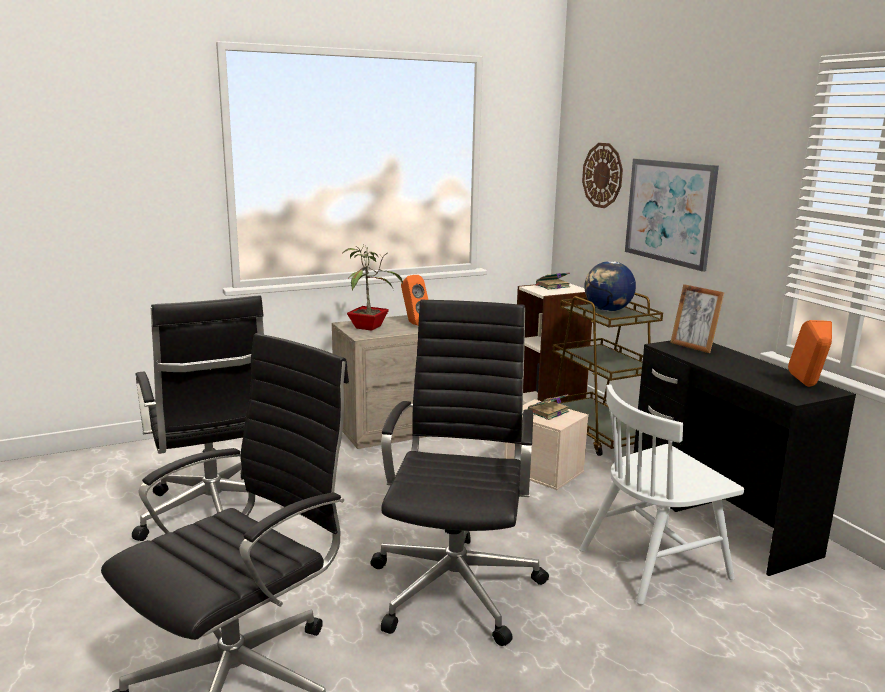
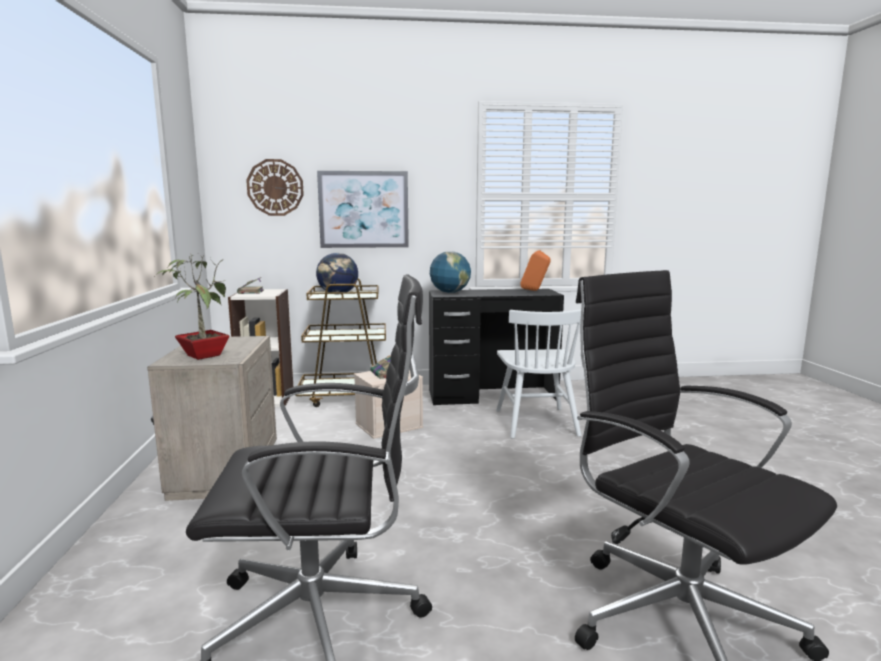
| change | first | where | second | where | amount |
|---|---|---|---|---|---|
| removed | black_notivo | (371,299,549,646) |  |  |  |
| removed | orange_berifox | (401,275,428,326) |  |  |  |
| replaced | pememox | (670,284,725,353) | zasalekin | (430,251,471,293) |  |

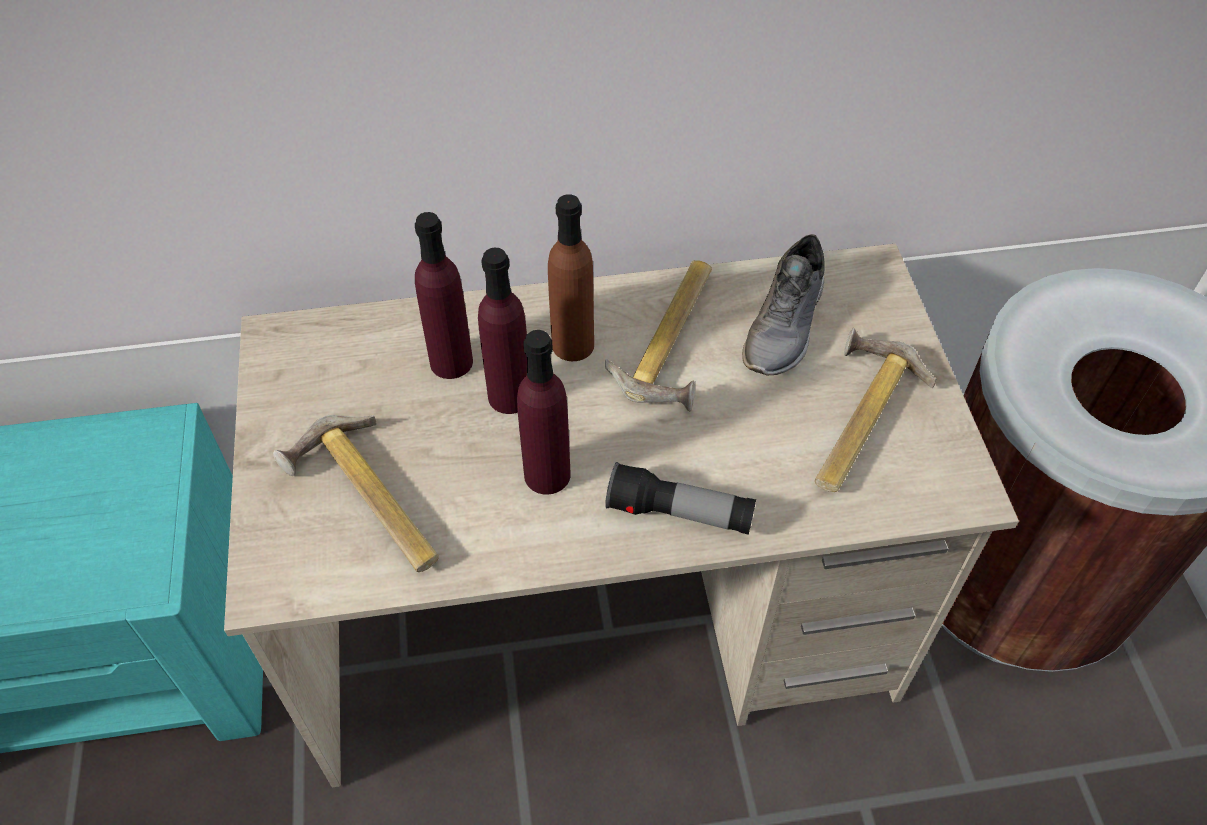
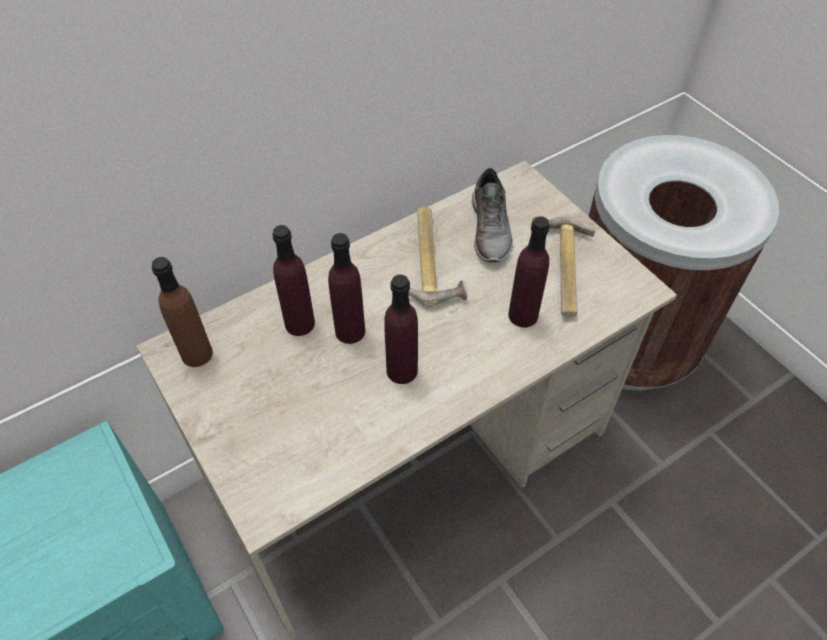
| change | first | where | second | where | amount |
|---|---|---|---|---|---|
| removed | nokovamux | (273,415,439,572) |  |  |  |
| removed | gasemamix | (605,462,756,535) |  |  |  |
| added |  |  | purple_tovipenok | (508,216,550,328) |  |
| moved | brown_tovipenok | (548,194,594,361) |  | (152,257,213,367) |  |

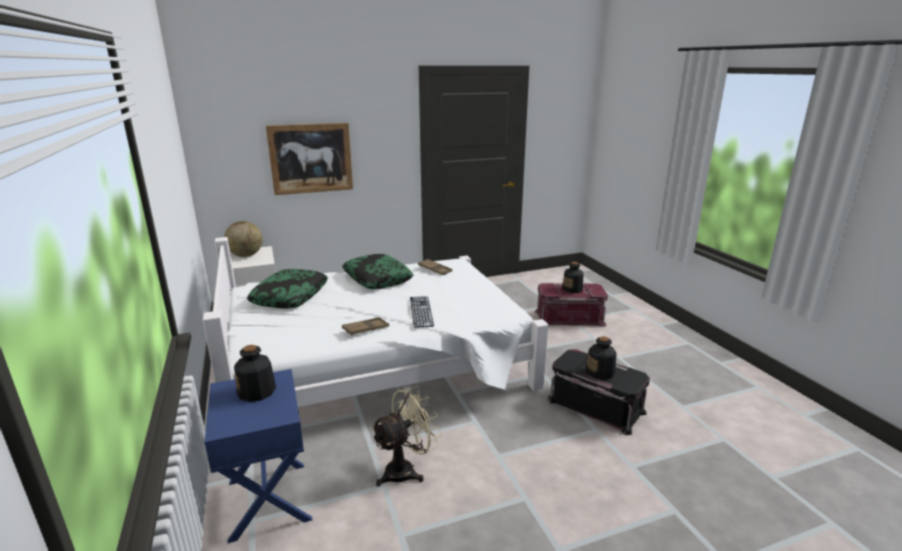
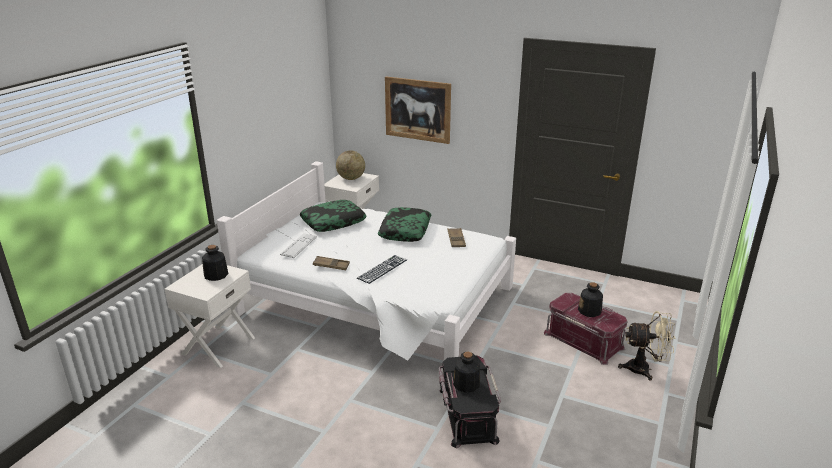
| change | first | where | second | where | amount |
|---|---|---|---|---|---|
| added |  |  | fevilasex | (280,233,317,258) |  |
| moved | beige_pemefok | (371,386,443,487) |  | (618,311,676,381) |  |
| recoloured | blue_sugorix | (204,369,312,544) | white_sugorix | (164,264,255,368) |  |

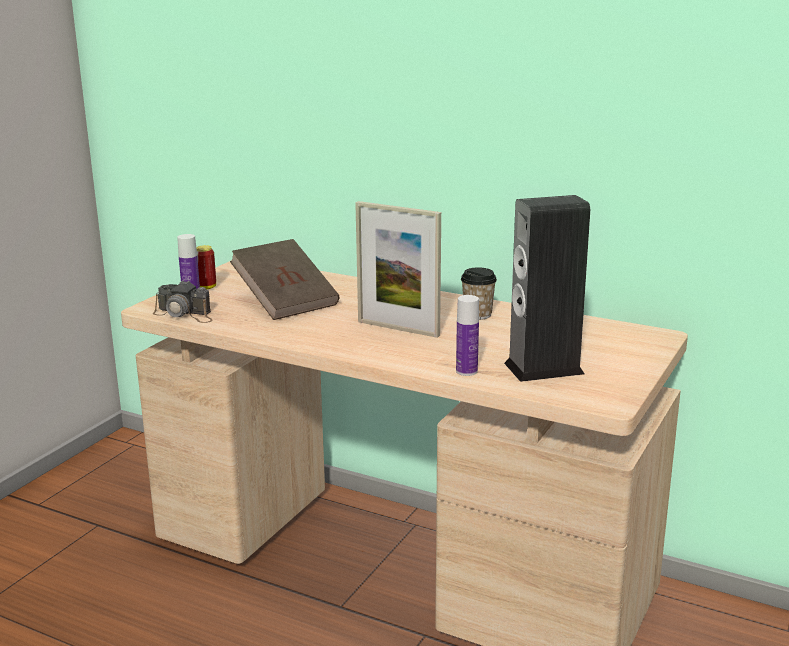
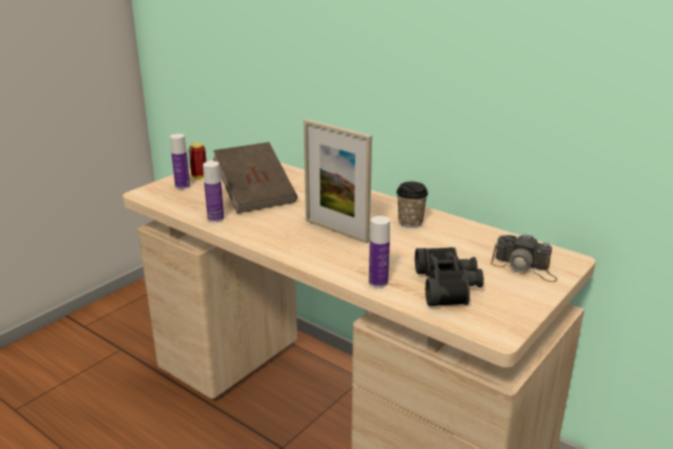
| change | first | where | second | where | amount |
|---|---|---|---|---|---|
| added |  |  | tovipenok | (203,161,224,222) |  |
| moved | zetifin | (153,280,212,323) |  | (491,233,558,282) |  |
| replaced | berifox | (504,195,590,382) | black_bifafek | (415,247,484,306) |  |

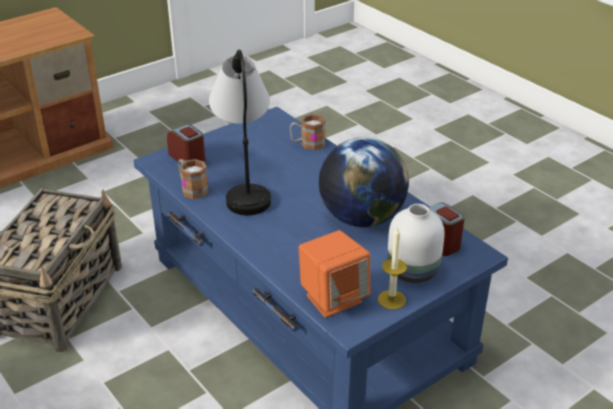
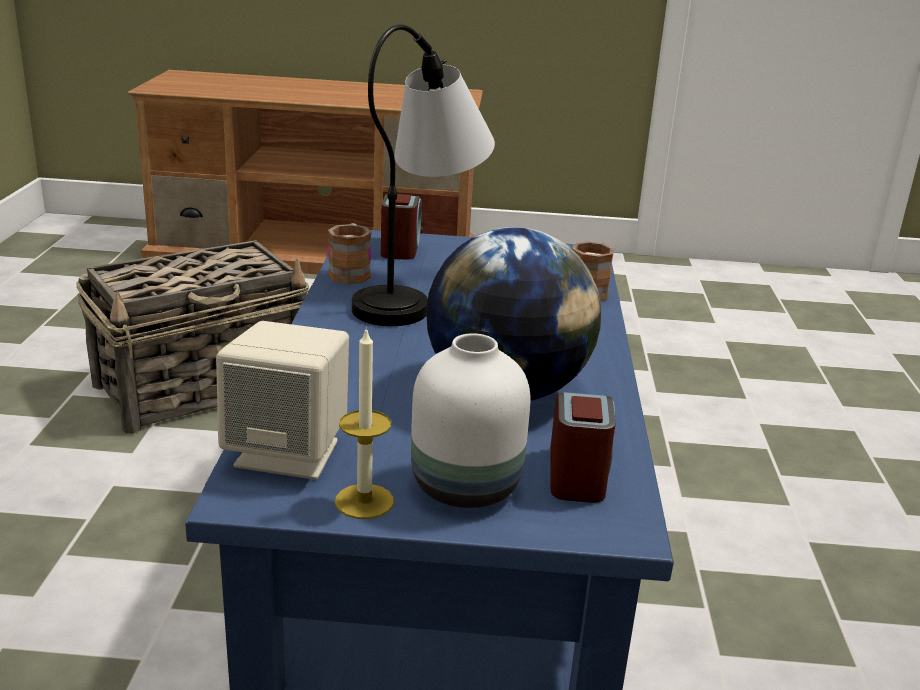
| change | first | where | second | where | amount |
|---|---|---|---|---|---|
| recoloured | orange_berifox | (299,230,370,318) | beige_berifox | (216,321,349,480) |  |

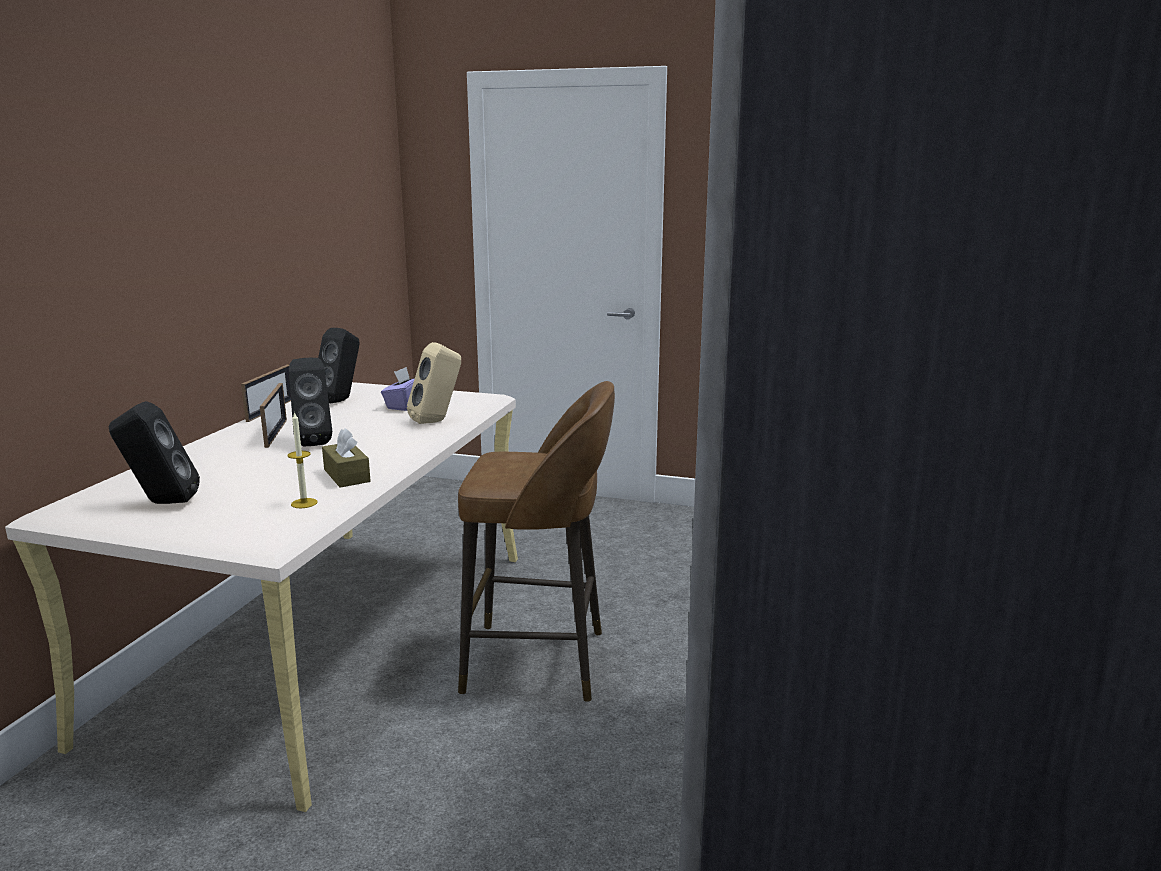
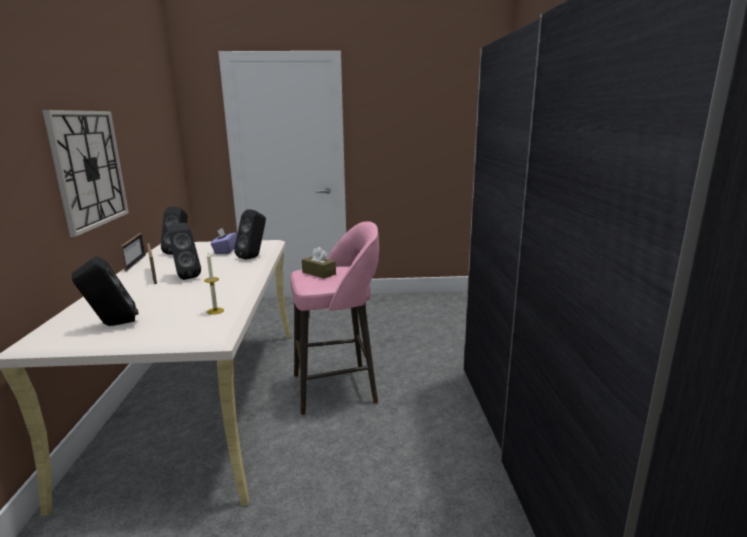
| change | first | where | second | where | amount |
|---|---|---|---|---|---|
| added |  |  | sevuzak | (42,110,129,237) |  |
| moved | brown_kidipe | (322,428,371,488) |  | (302,247,336,279) |  |
| recoloured | beige_berifox | (407,342,461,424) | black_berifox | (234,209,266,259) |  |
| recoloured | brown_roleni | (458,381,615,702) | pink_roleni | (290,221,379,415) |  |

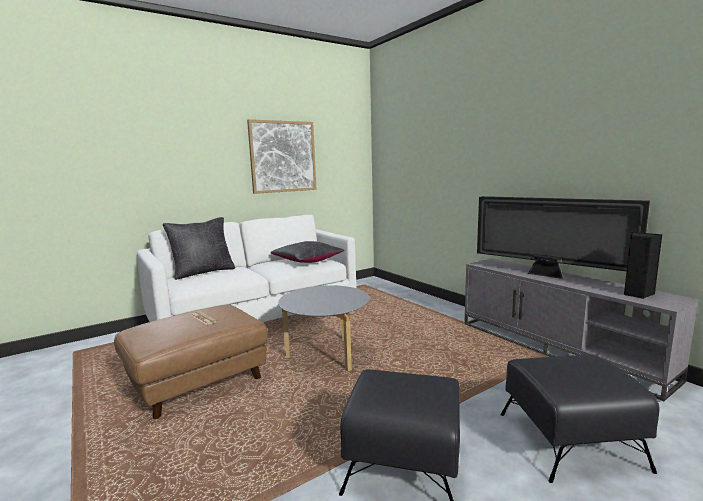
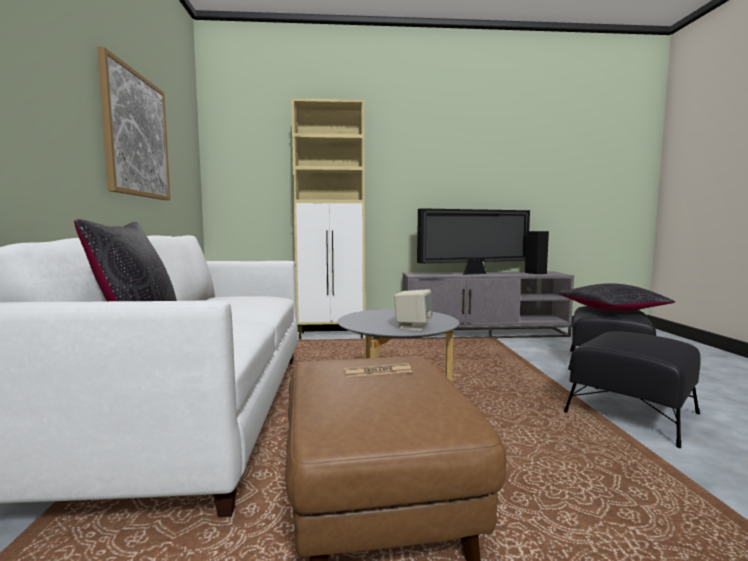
| change | first | where | second | where | amount |
|---|---|---|---|---|---|
| added |  |  | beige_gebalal | (291,98,365,340) |  |
| added |  |  | beige_berifox | (394,290,433,331) |  |
| moved | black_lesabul | (270,241,344,263) |  | (559,283,675,311) |  |

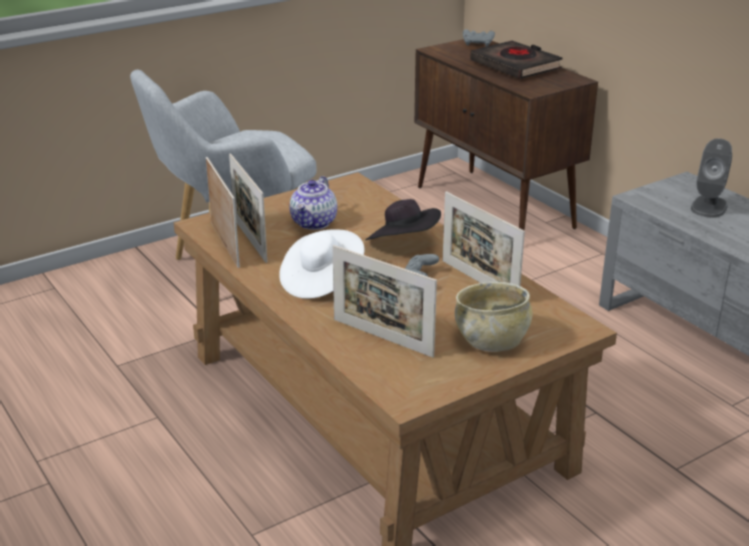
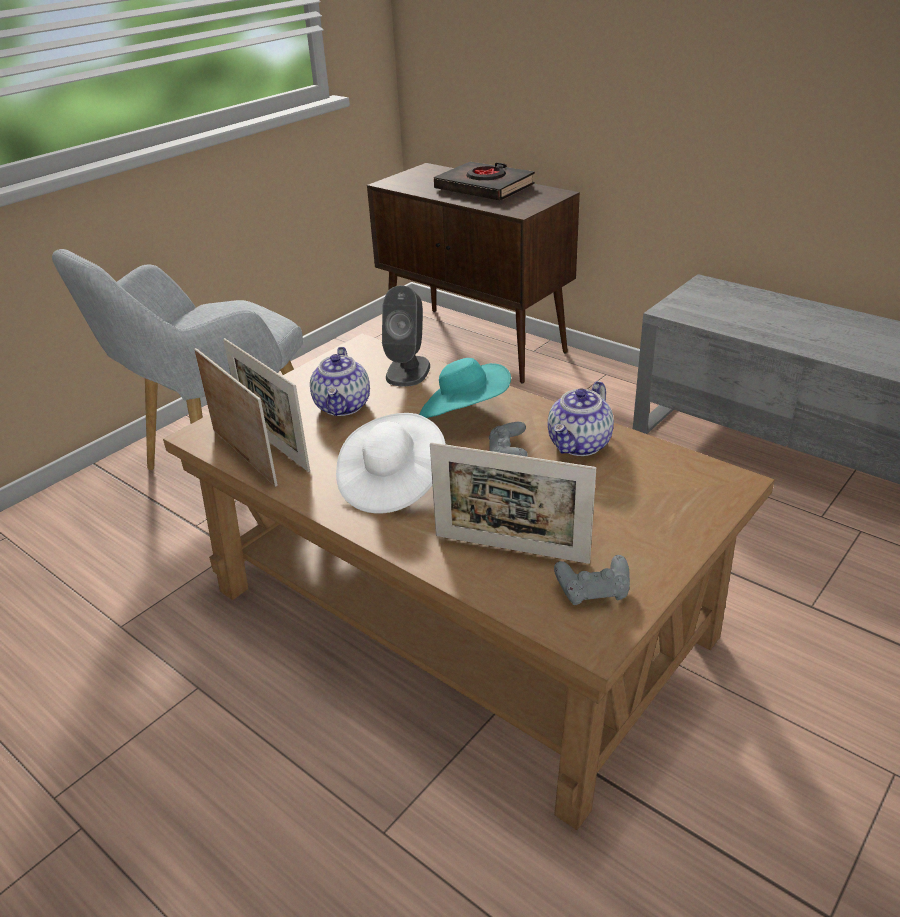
| change | first | where | second | where | amount |
|---|---|---|---|---|---|
| removed | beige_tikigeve | (455,282,532,352) |  |  |  |
| moved | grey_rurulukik | (463,29,495,47) |  | (554,555,630,605) |  |
| moved | grey_berifox | (691,138,732,218) |  | (382,285,430,386) |  |
| replaced | pememox | (443,191,525,286) | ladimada | (548,381,614,456) |  |
| recoloured | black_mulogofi | (365,199,441,240) | turquoise_mulogofi | (419,358,511,418) |  |

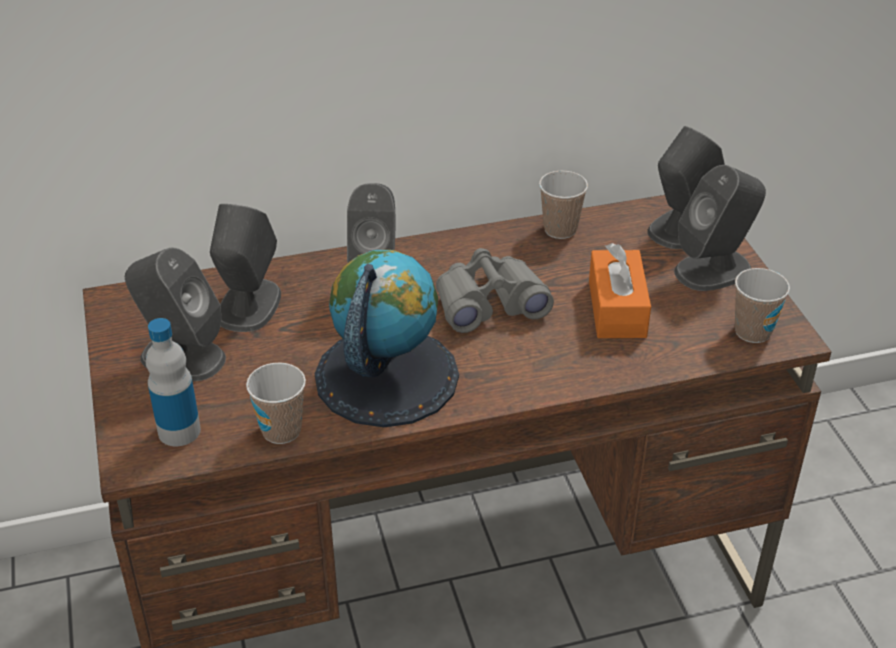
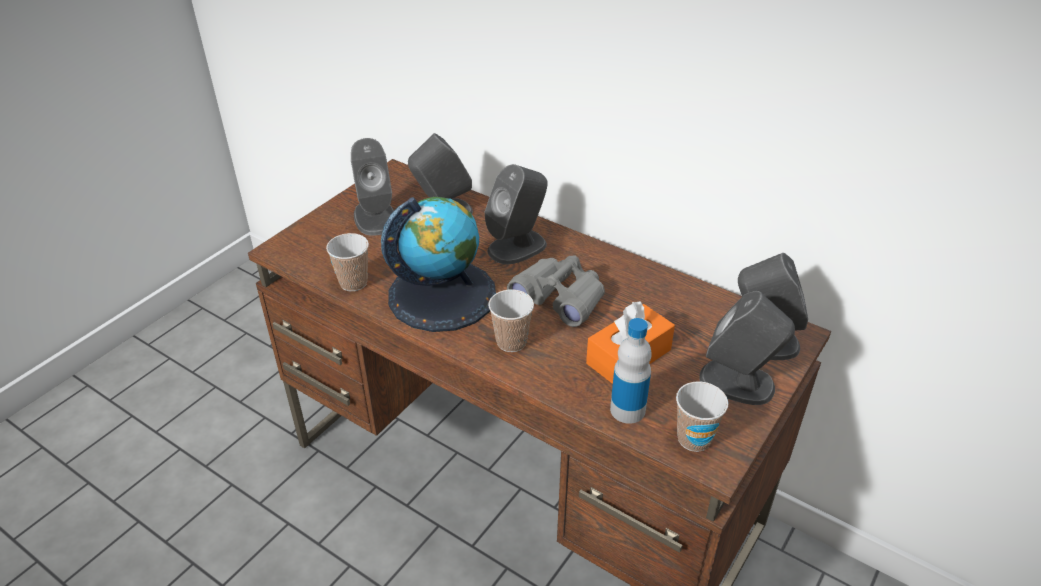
| change | first | where | second | where | amount |
|---|---|---|---|---|---|
| moved | tovipenok | (146,318,201,446) |  | (610,318,652,424) |  |
| moved | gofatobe | (539,171,588,239) |  | (488,290,534,352) |  |

